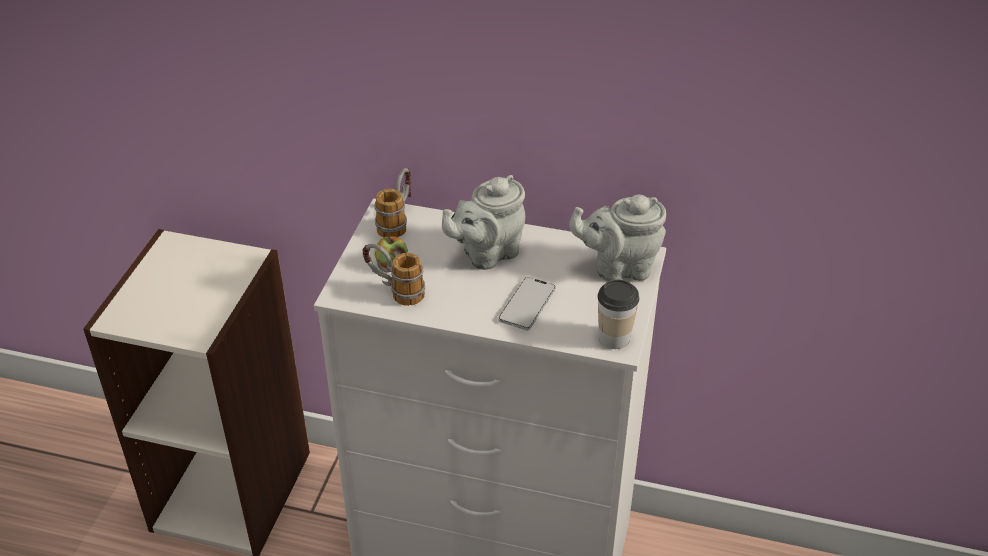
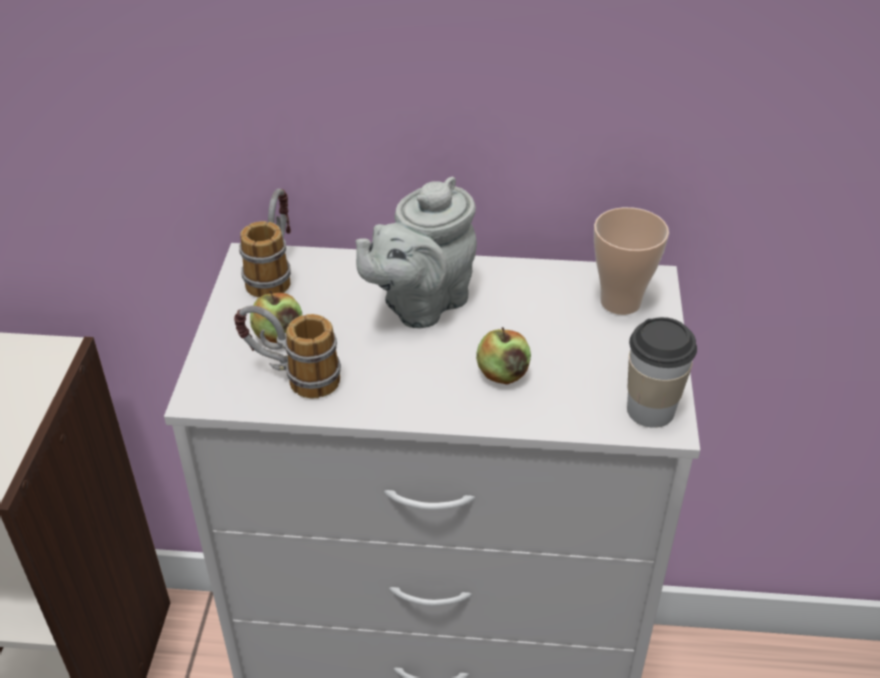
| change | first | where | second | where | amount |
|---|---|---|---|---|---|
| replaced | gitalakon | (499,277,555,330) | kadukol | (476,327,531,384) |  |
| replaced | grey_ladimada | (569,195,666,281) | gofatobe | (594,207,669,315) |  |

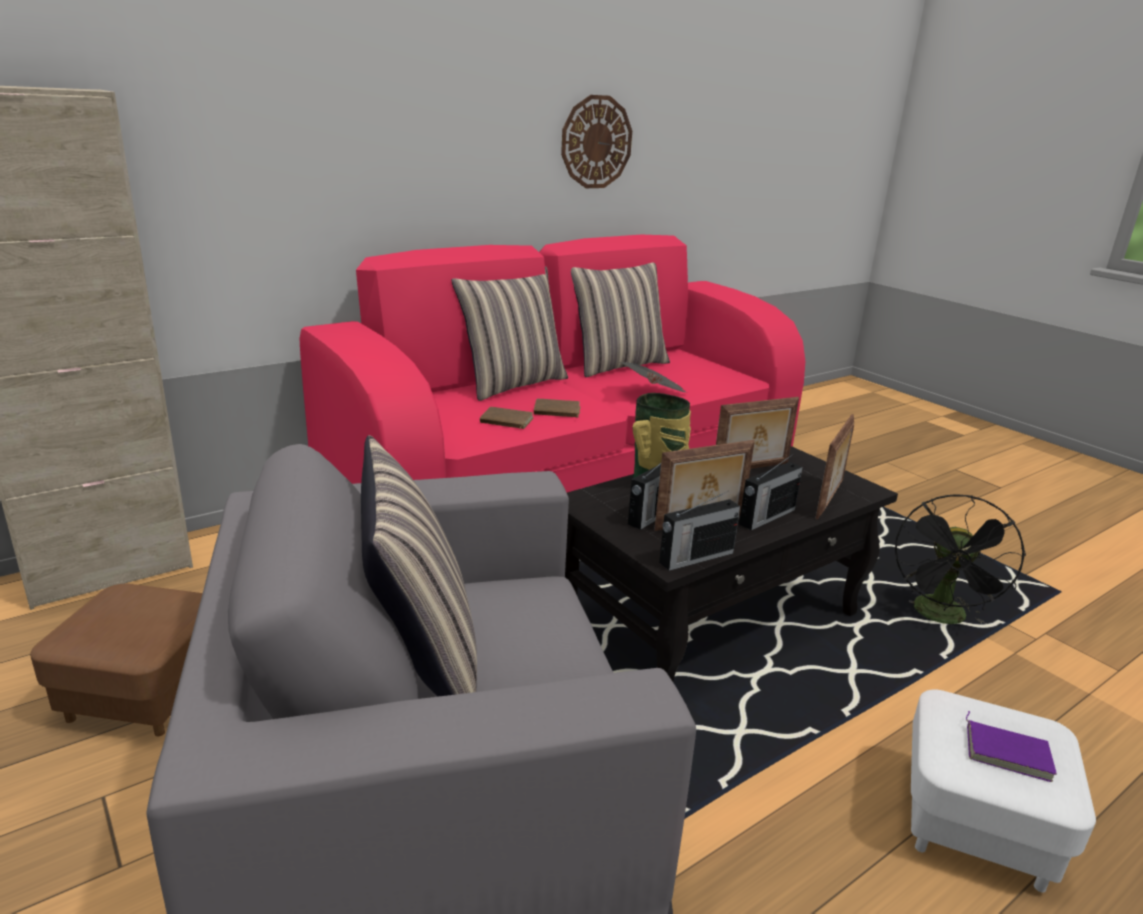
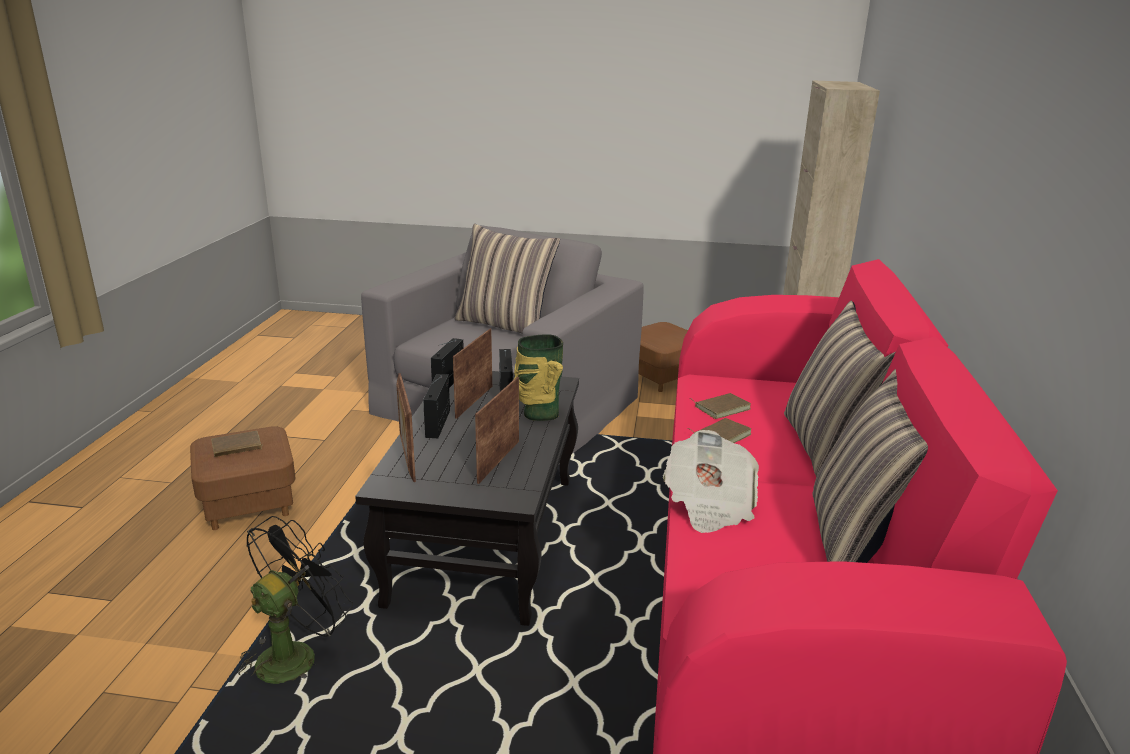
| change | first | where | second | where | amount |
|---|---|---|---|---|---|
| removed | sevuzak | (561,95,632,188) |  |  |  |
| recoloured | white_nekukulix | (911,690,1096,893) | brown_nekukulix | (190,426,296,530) |  |
| recoloured | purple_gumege | (966,711,1057,782) | brown_gumege | (211,431,263,457) |  |
| turned | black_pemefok | (895,494,1026,624) |  | (238,516,353,684) | 60 degrees clockwise |

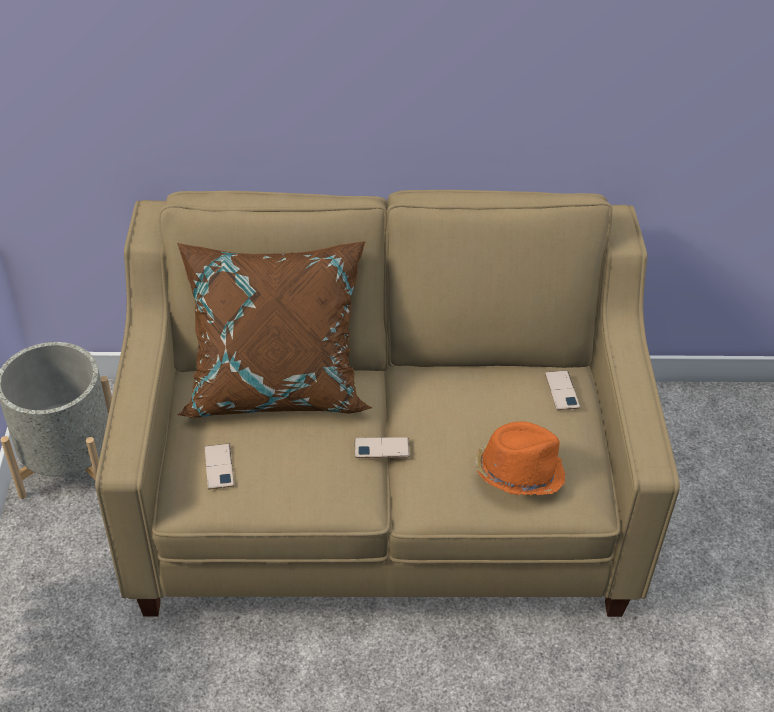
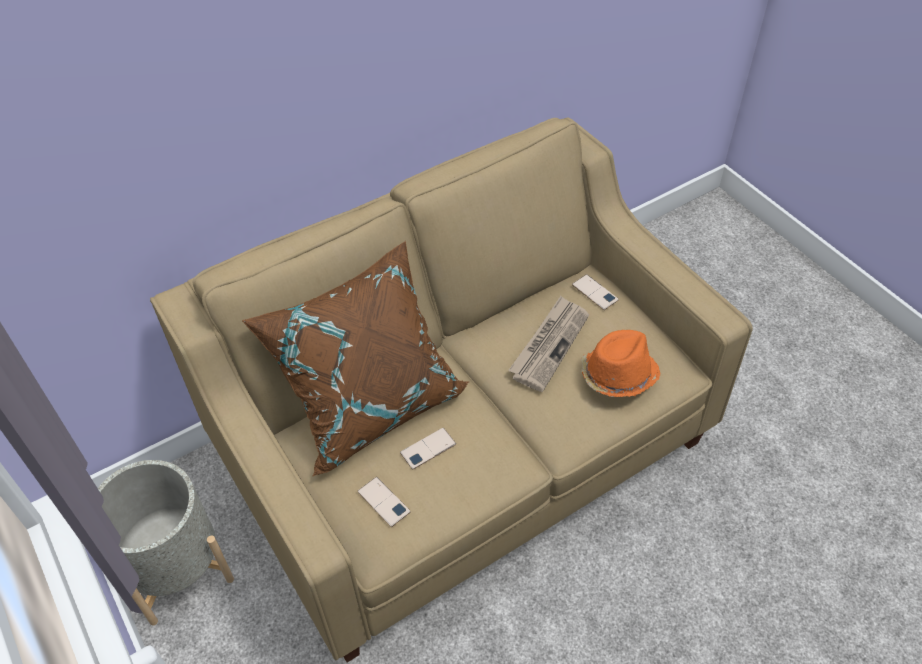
| change | first | where | second | where | amount |
|---|---|---|---|---|---|
| added |  |  | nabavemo | (508,296,589,392) |  |
| moved | gitalakon | (355,437,410,458) |  | (400,428,456,470) |  |

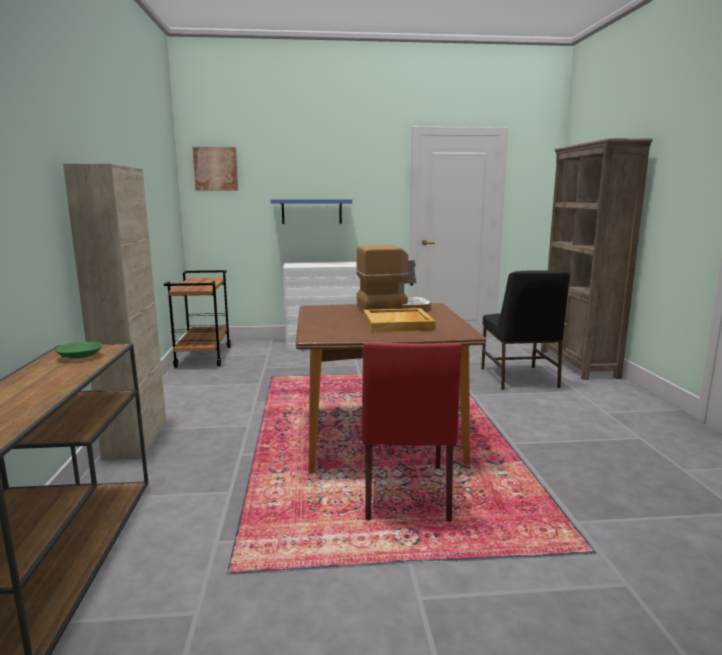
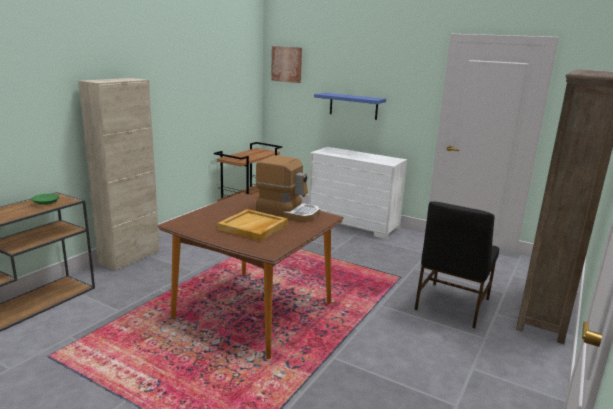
| change | first | where | second | where | amount |
|---|---|---|---|---|---|
| removed | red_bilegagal | (361,342,461,522) |  |  |  |

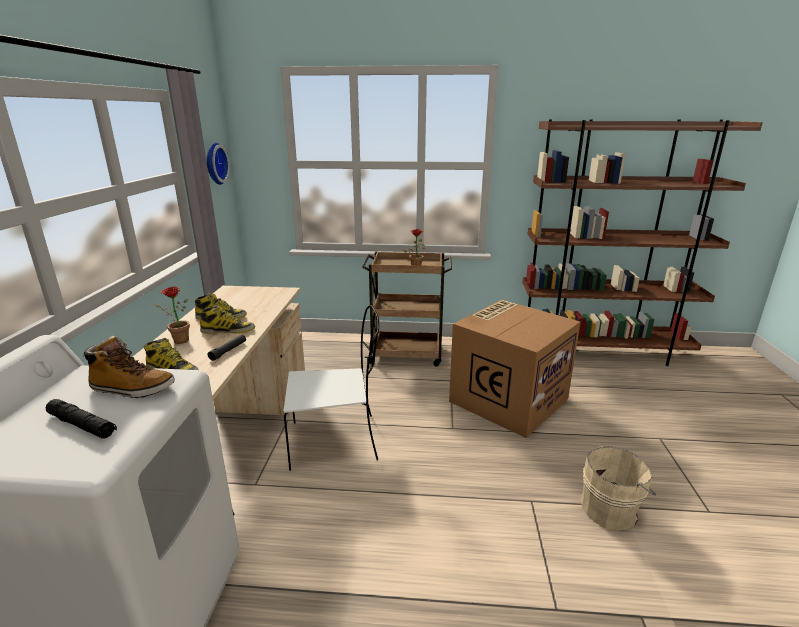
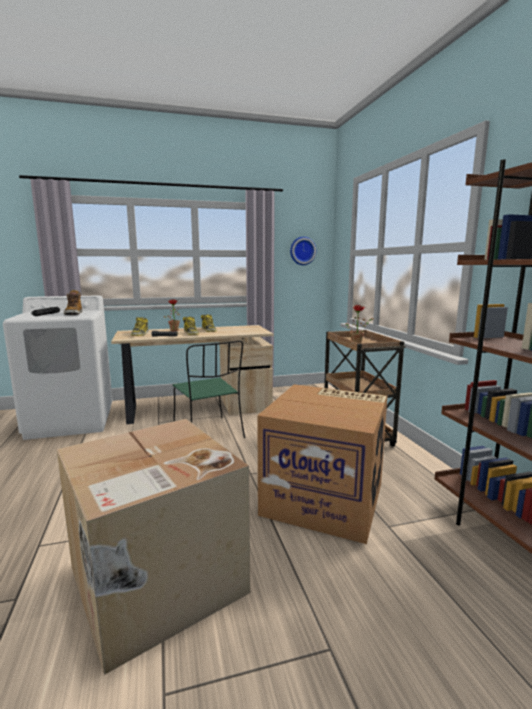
| change | first | where | second | where | amount |
|---|---|---|---|---|---|
| replaced | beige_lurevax | (581,444,656,531) | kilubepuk | (57,419,250,675) |  |
| recoloured | white_bilegagal | (284,305,379,471) | green_bilegagal | (173,340,245,438) |  |

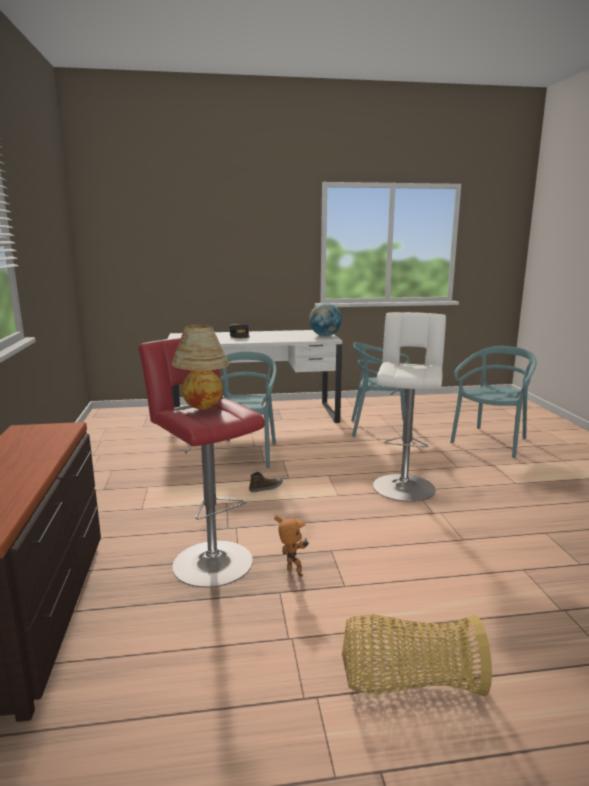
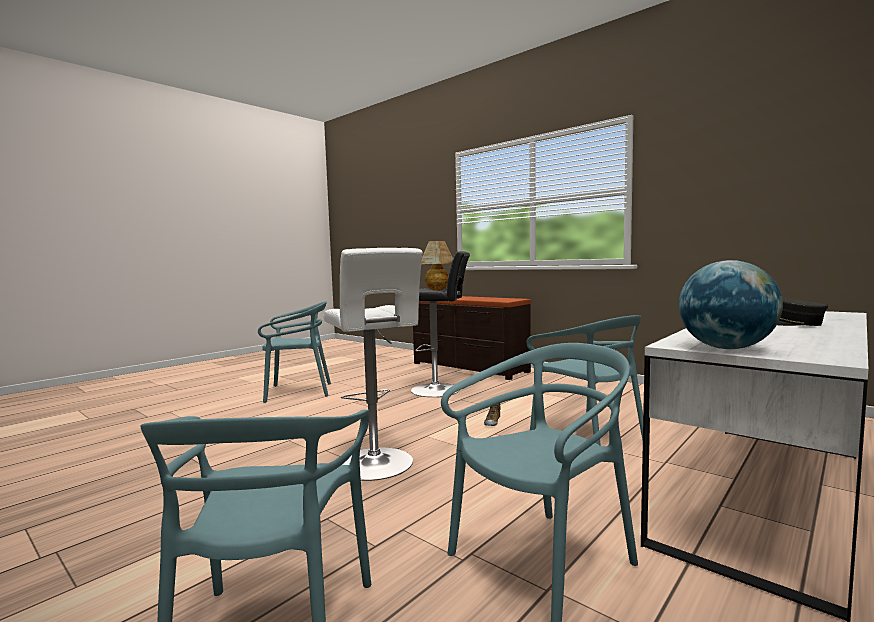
| change | first | where | second | where | amount |
|---|---|---|---|---|---|
| removed | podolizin | (274,516,309,577) |  |  |  |
| replaced | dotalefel | (342,614,492,696) | turquoise_bilegagal | (258,301,331,403) |  |
| recoloured | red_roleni | (138,337,265,588) | black_roleni | (411,251,470,397) |  |

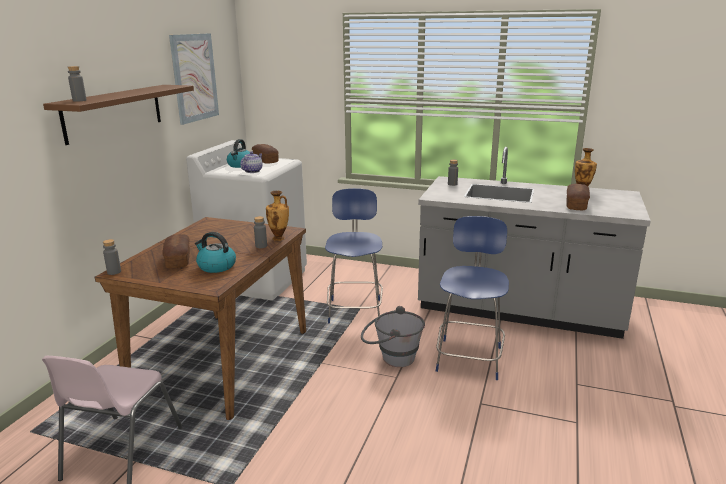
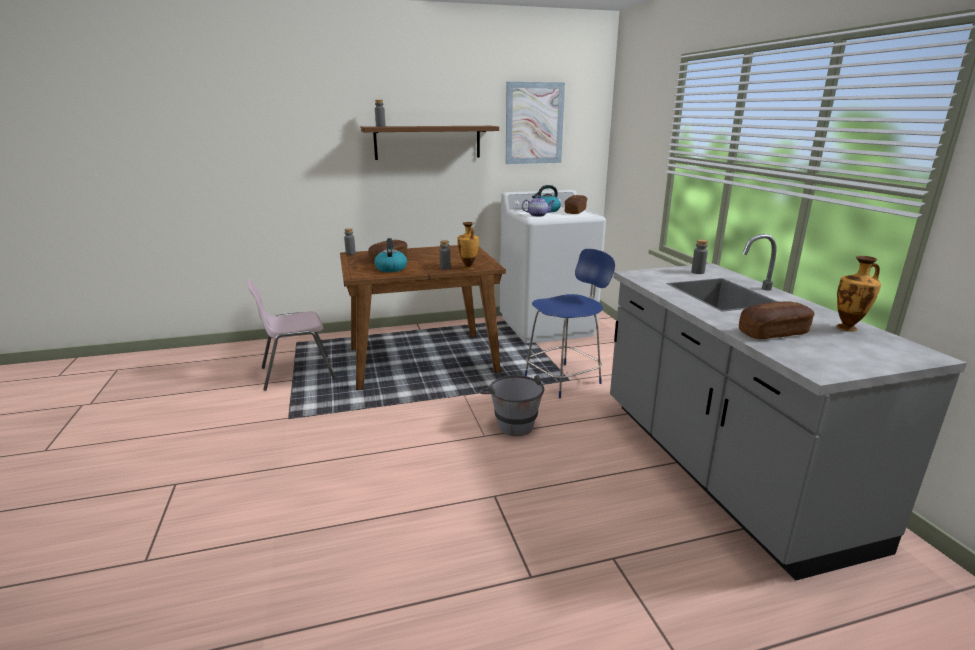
| change | first | where | second | where | amount |
|---|---|---|---|---|---|
| removed | blue_bilegagal | (436,216,509,380) |  |  |  |

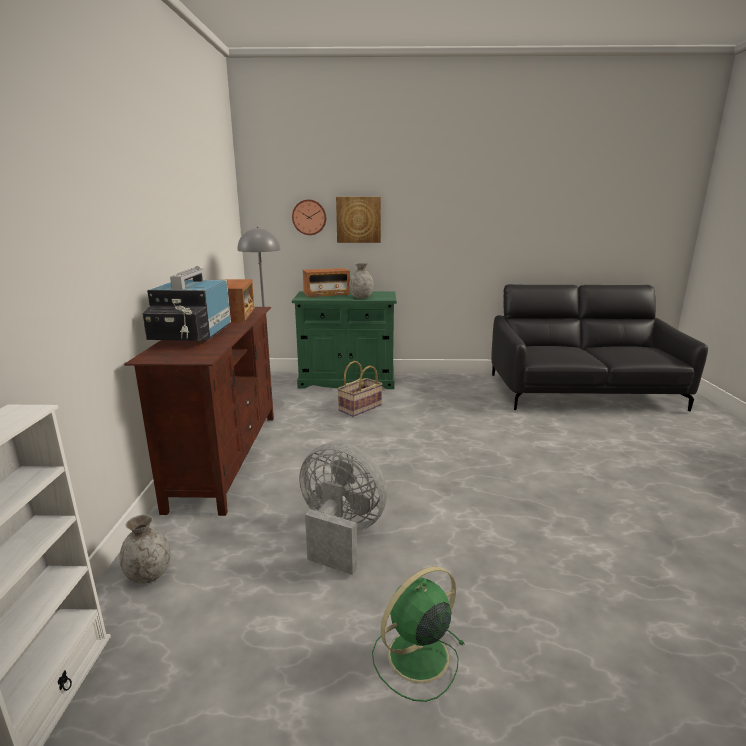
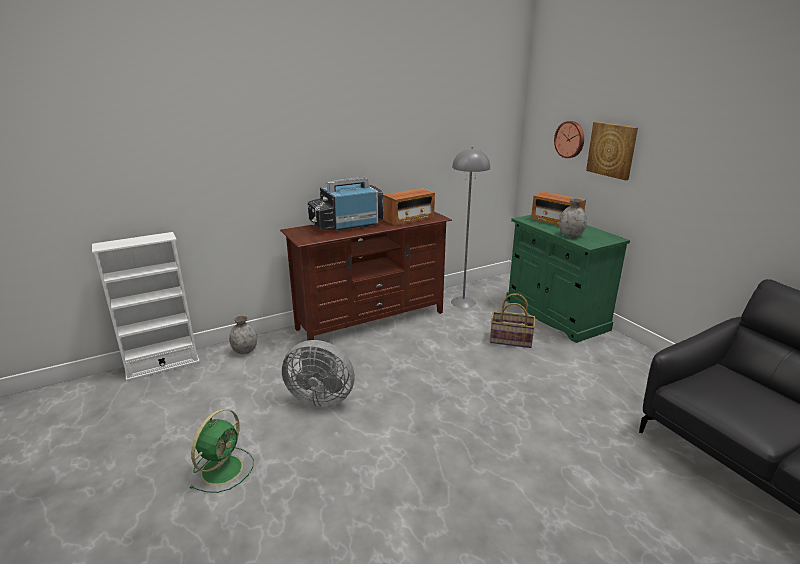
| change | first | where | second | where | amount |
|---|---|---|---|---|---|
| turned | grey_pemefok | (299,442,387,575) |  | (282,340,355,407) | 105 degrees clockwise |
| turned | green_pemefok | (372,567,464,702) |  | (190,409,254,493) | 90 degrees clockwise |

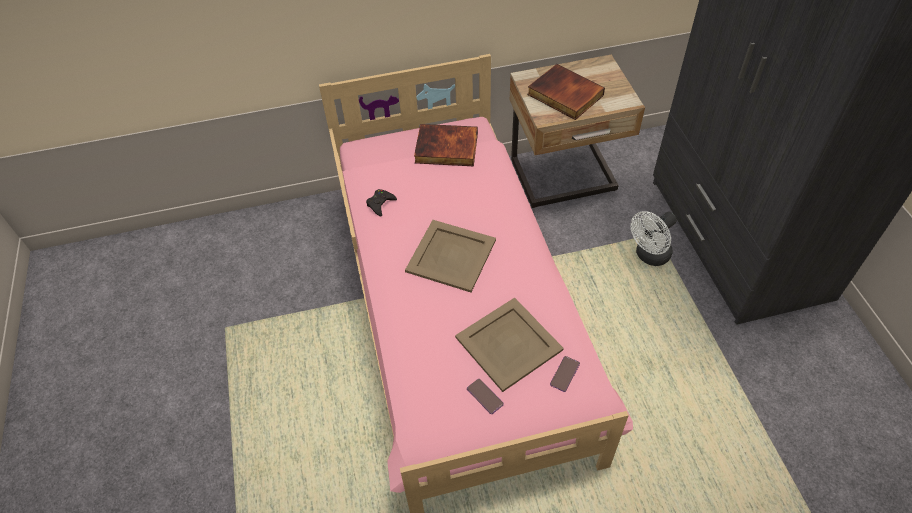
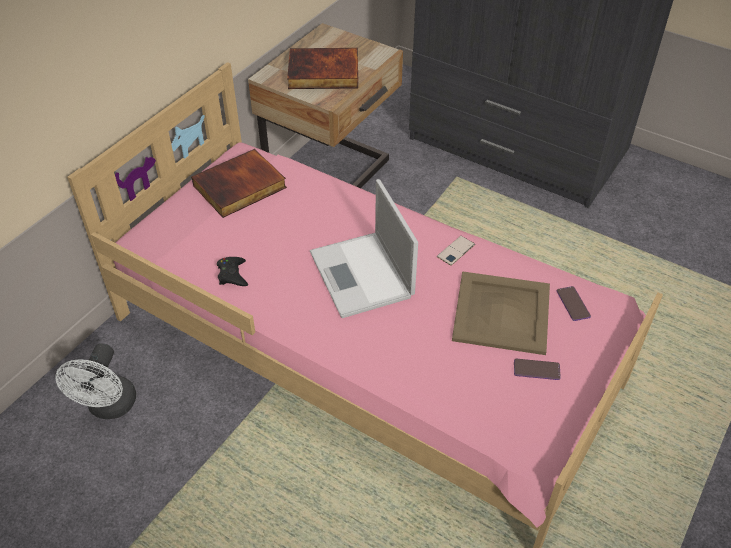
| change | first | where | second | where | amount |
|---|---|---|---|---|---|
| added |  |  | gitalakon | (437,236,475,266) |  |
| moved | white_pemefok | (630,211,677,266) |  | (55,344,136,419) |  |
| replaced | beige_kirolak | (405,220,496,292) | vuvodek | (310,179,418,318) |  |

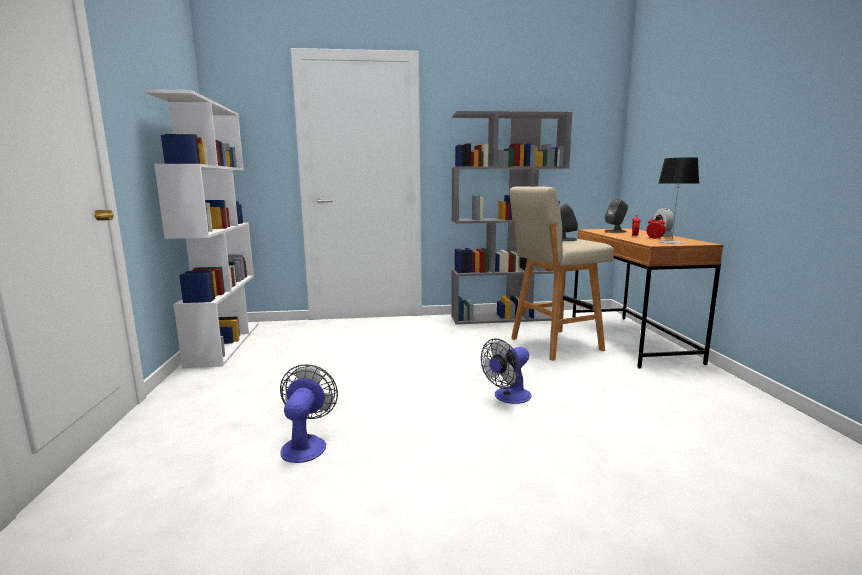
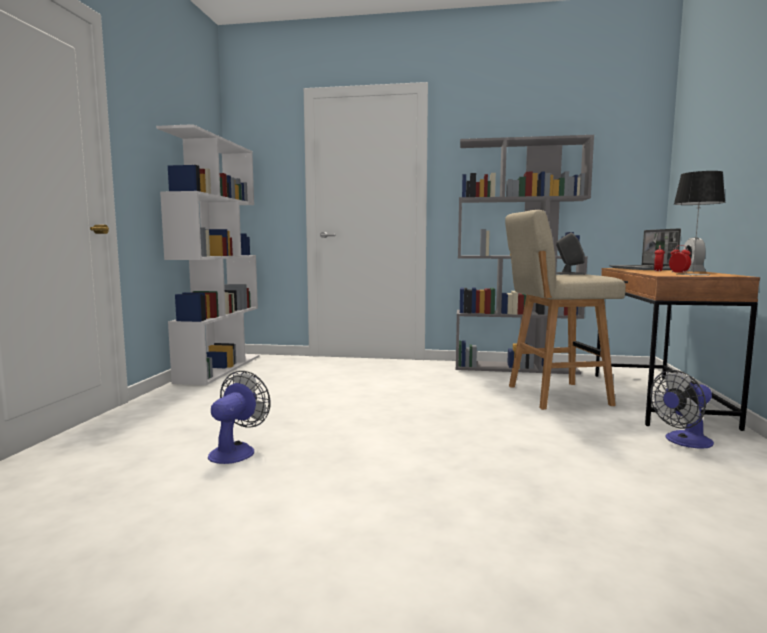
| change | first | where | second | where | amount |
|---|---|---|---|---|---|
| moved | pemefok | (481,338,531,404) |  | (650,370,714,448) |  |
| replaced | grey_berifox | (605,198,628,233) | vuvodek | (609,228,681,270) |  |

